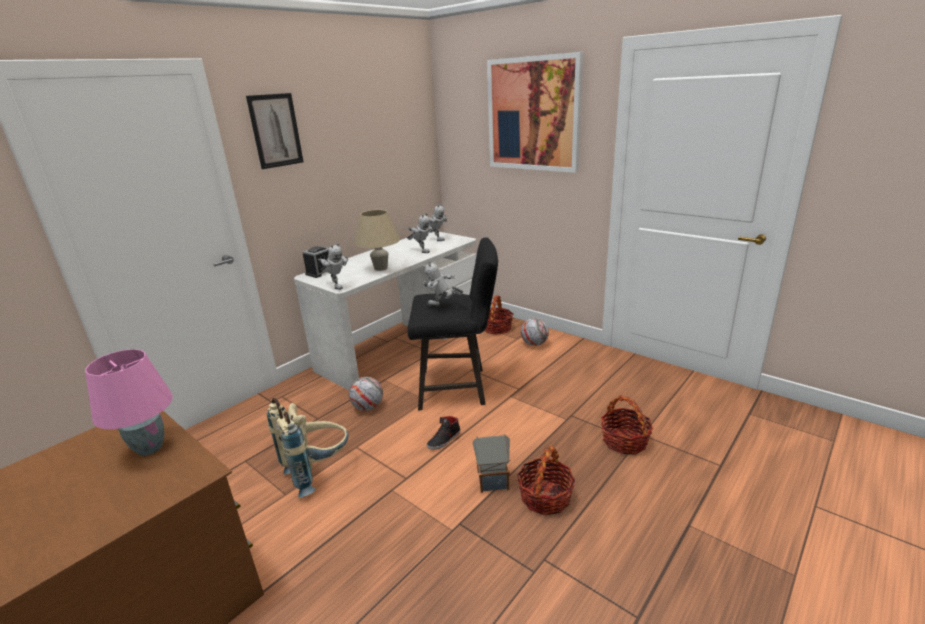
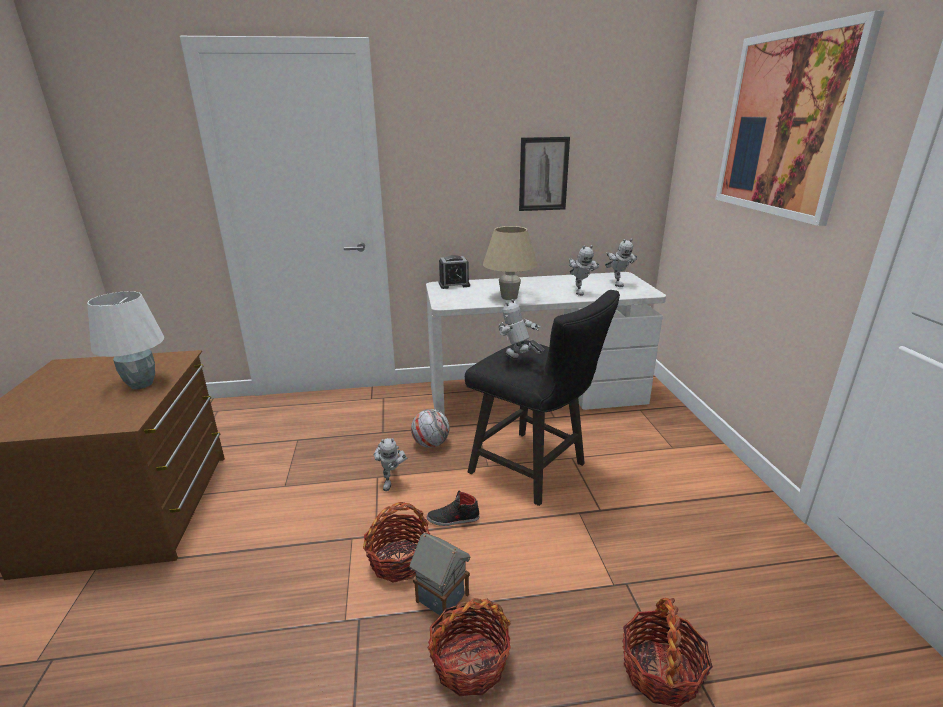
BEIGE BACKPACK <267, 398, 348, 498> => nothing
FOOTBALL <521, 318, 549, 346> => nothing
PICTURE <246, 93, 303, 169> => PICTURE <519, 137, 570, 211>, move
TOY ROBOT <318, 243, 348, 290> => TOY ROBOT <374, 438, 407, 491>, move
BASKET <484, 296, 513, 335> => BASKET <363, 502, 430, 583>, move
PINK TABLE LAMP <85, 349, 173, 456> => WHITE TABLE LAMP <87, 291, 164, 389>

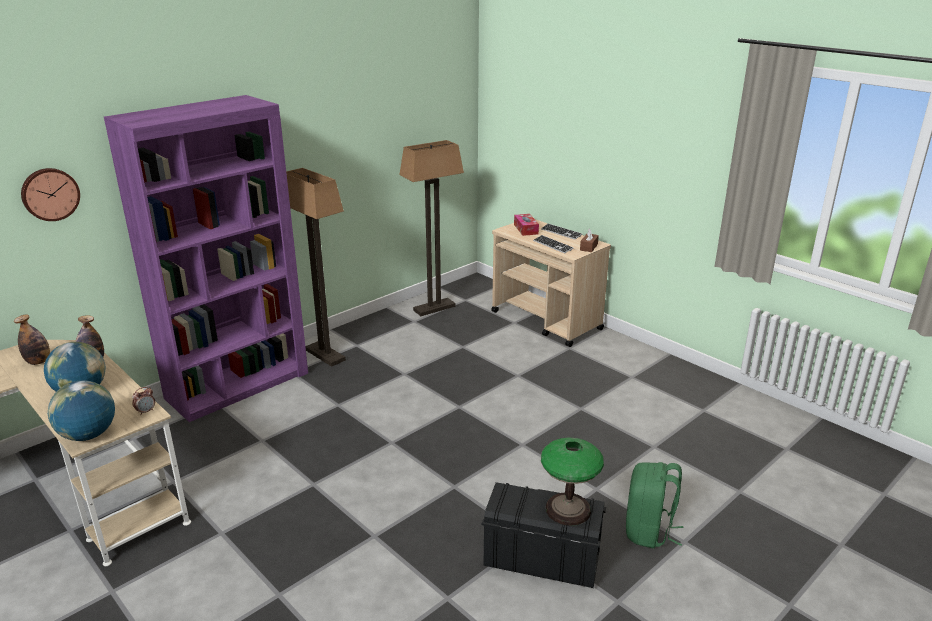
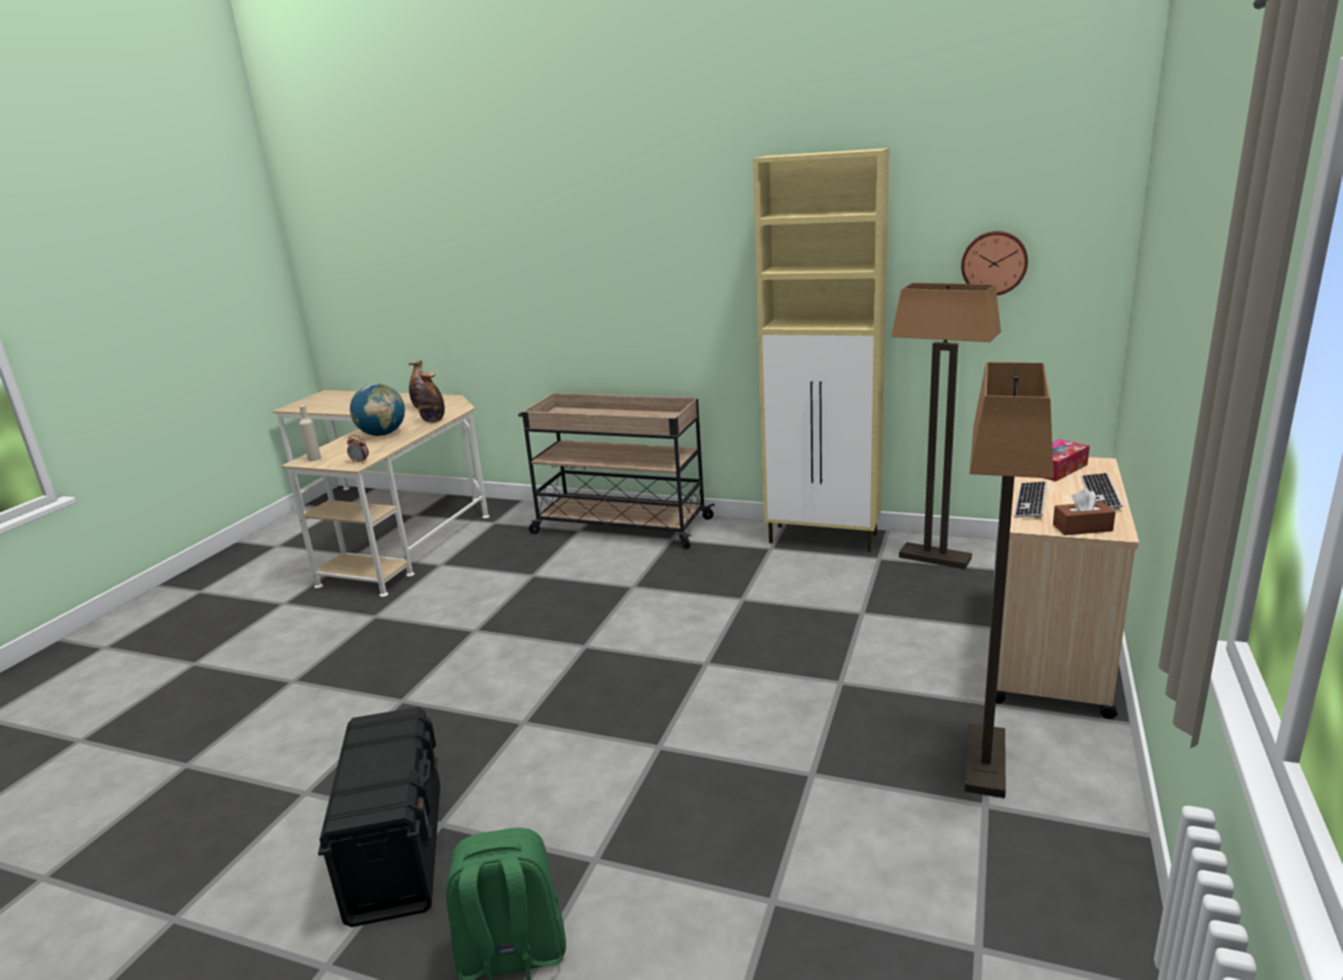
TABLE LAMP <541, 437, 604, 526> => nothing
nothing => BEIGE CABINET <753, 148, 889, 552>
WALL CLOCK <21, 168, 80, 221> => WALL CLOCK <961, 231, 1028, 295>, move
FLOOR LAMP <286, 168, 346, 367> => FLOOR LAMP <965, 362, 1054, 798>, move
GLOBE <48, 380, 115, 441> => BEIGE BOTTLE <299, 405, 321, 461>
PURPLE BOOKCASE <104, 95, 308, 422> => BEIGE CART <518, 393, 715, 549>

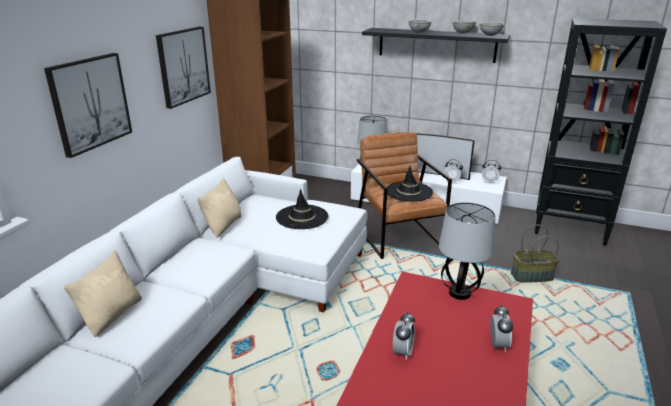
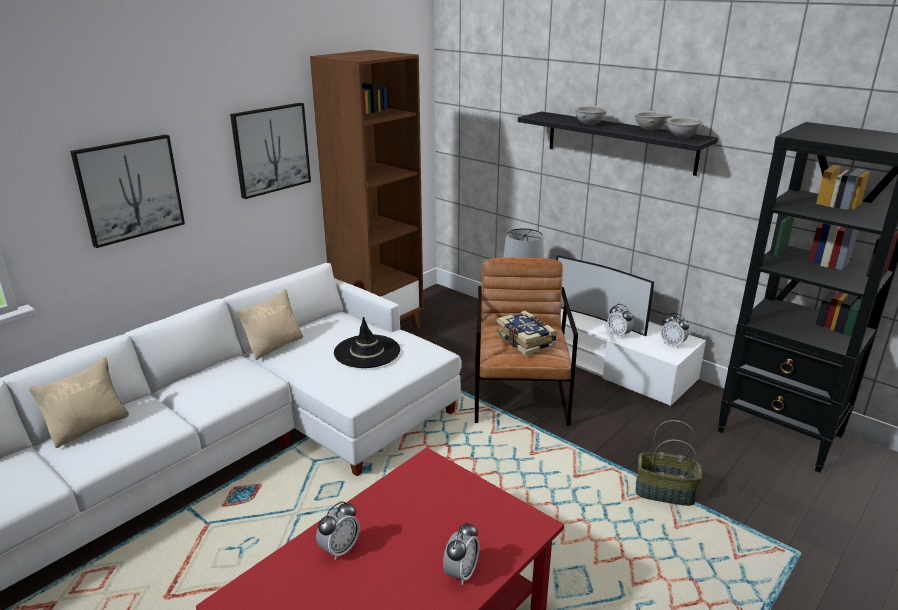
TABLE LAMP <439, 202, 495, 300> => nothing
BLACK HAT <387, 166, 433, 202> => BOOK <496, 311, 557, 356>

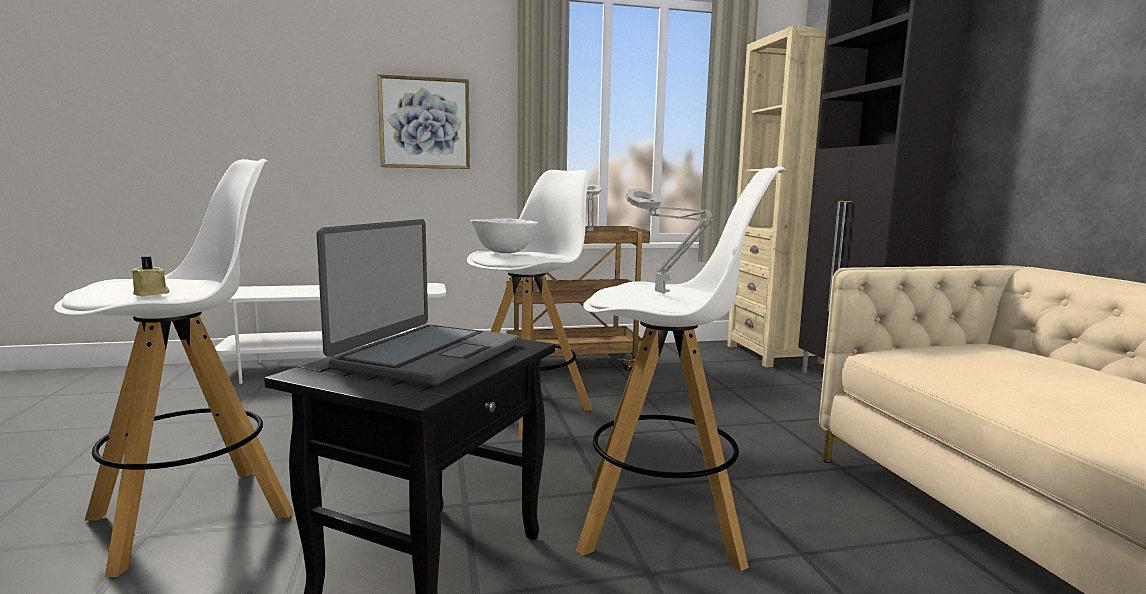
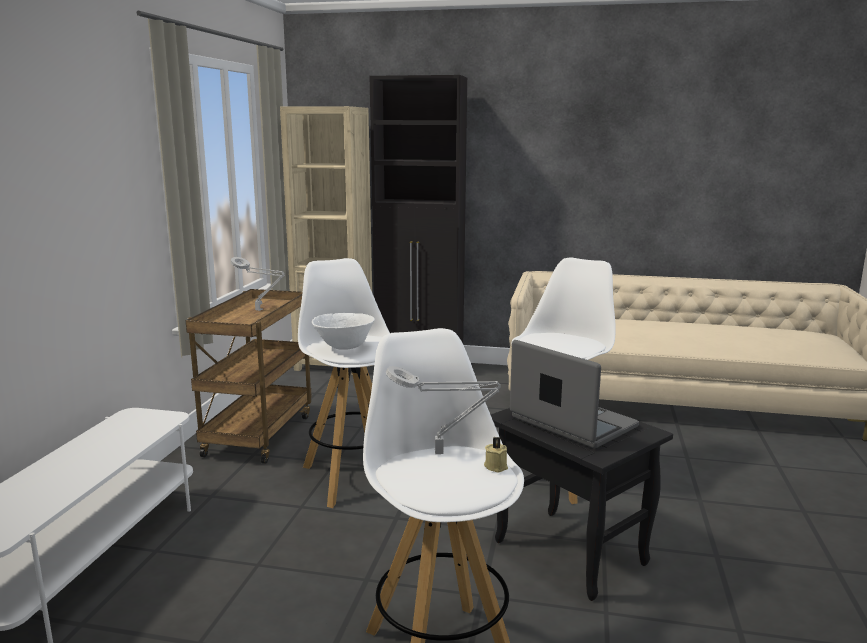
PICTURE <377, 74, 470, 169> => nothing
GREY TABLE LAMP <625, 188, 713, 294> => GREY TABLE LAMP <386, 366, 501, 454>, move

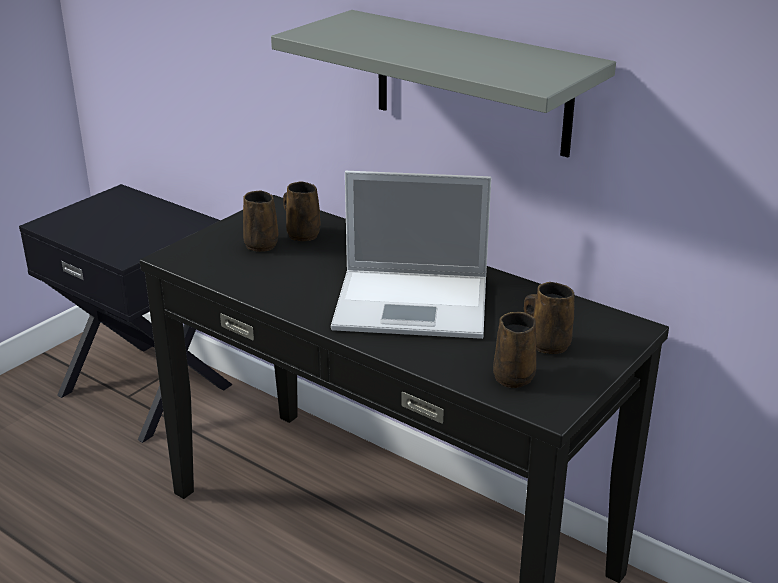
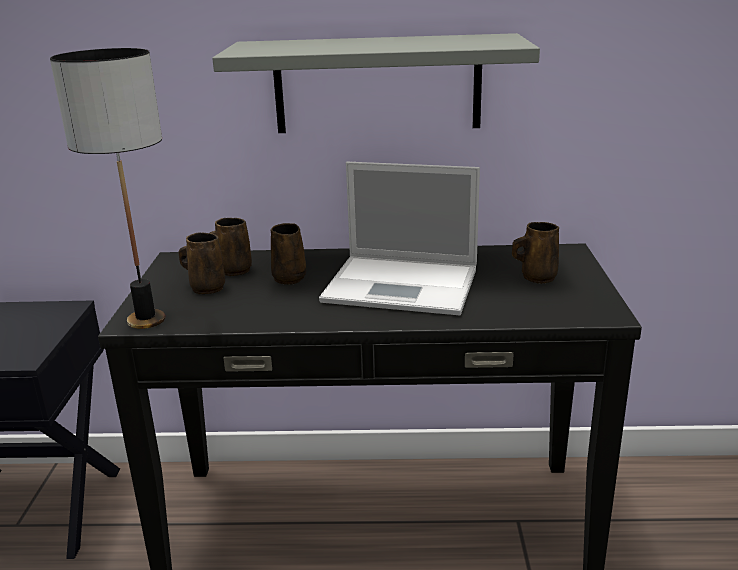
nothing => TABLE LAMP <50, 48, 165, 329>
BROWN MUG <493, 312, 536, 388> => BROWN MUG <271, 223, 306, 285>, move
LAPTOP <331, 171, 491, 339> => LAPTOP <319, 162, 480, 315>, 45 degrees clockwise

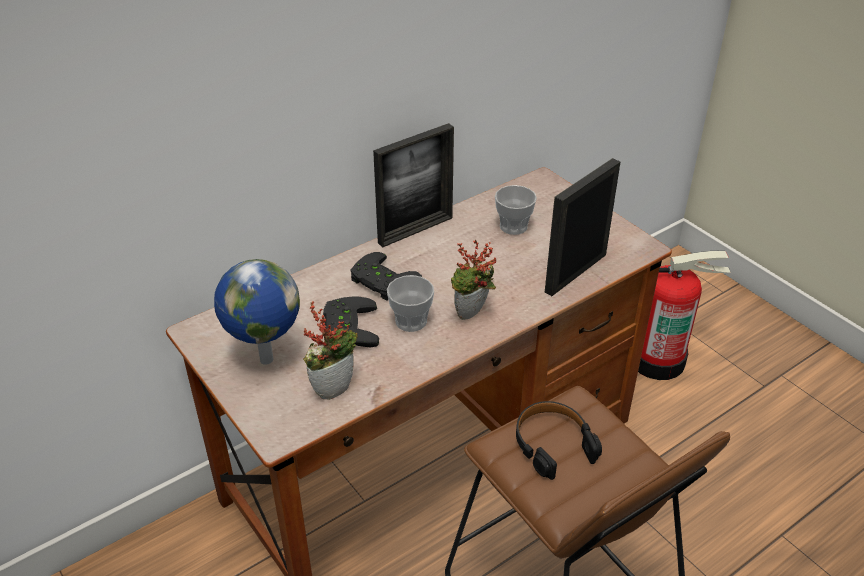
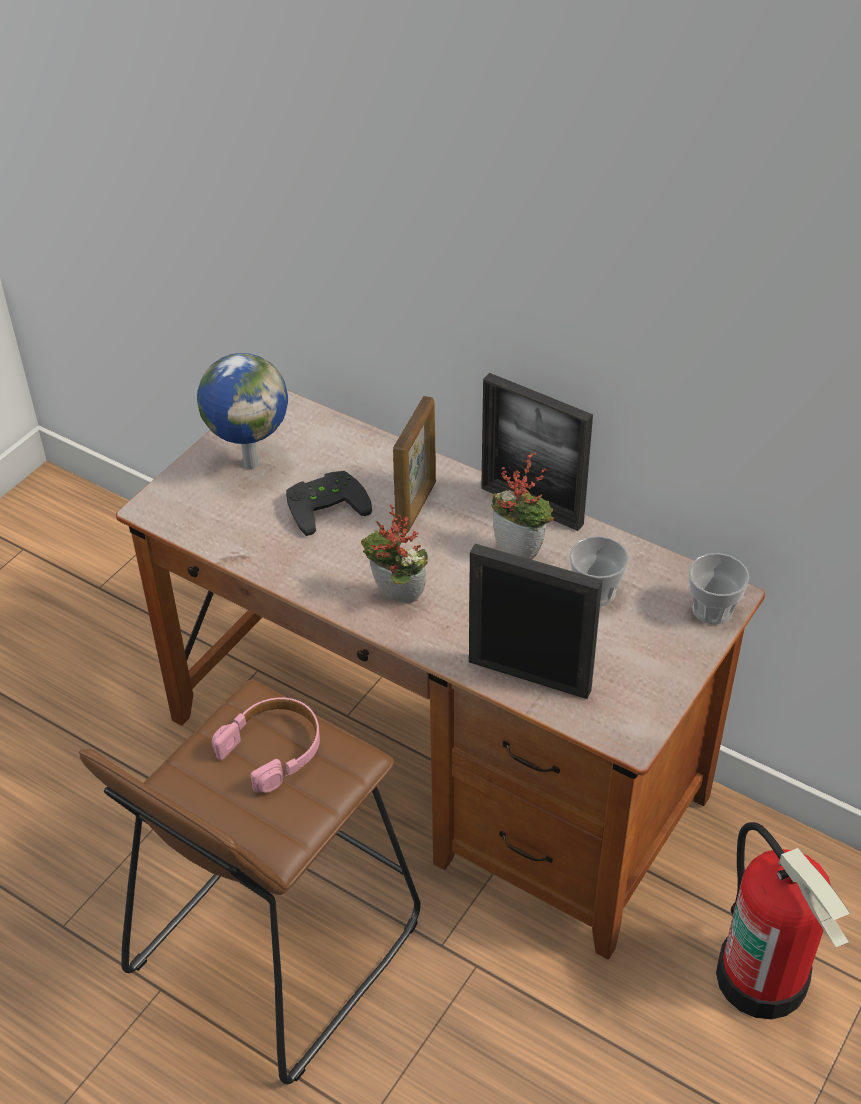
POTTED PLANT <303, 302, 357, 400> => POTTED PLANT <491, 452, 554, 560>, move
CUP <387, 275, 434, 332> => CUP <689, 553, 749, 625>, move
BLACK GAME CONTROLLER <350, 252, 422, 301> => PICTURE FRAME <393, 396, 436, 533>
BLACK HEADPHONES <516, 401, 602, 480> => PINK HEADPHONES <212, 698, 320, 793>

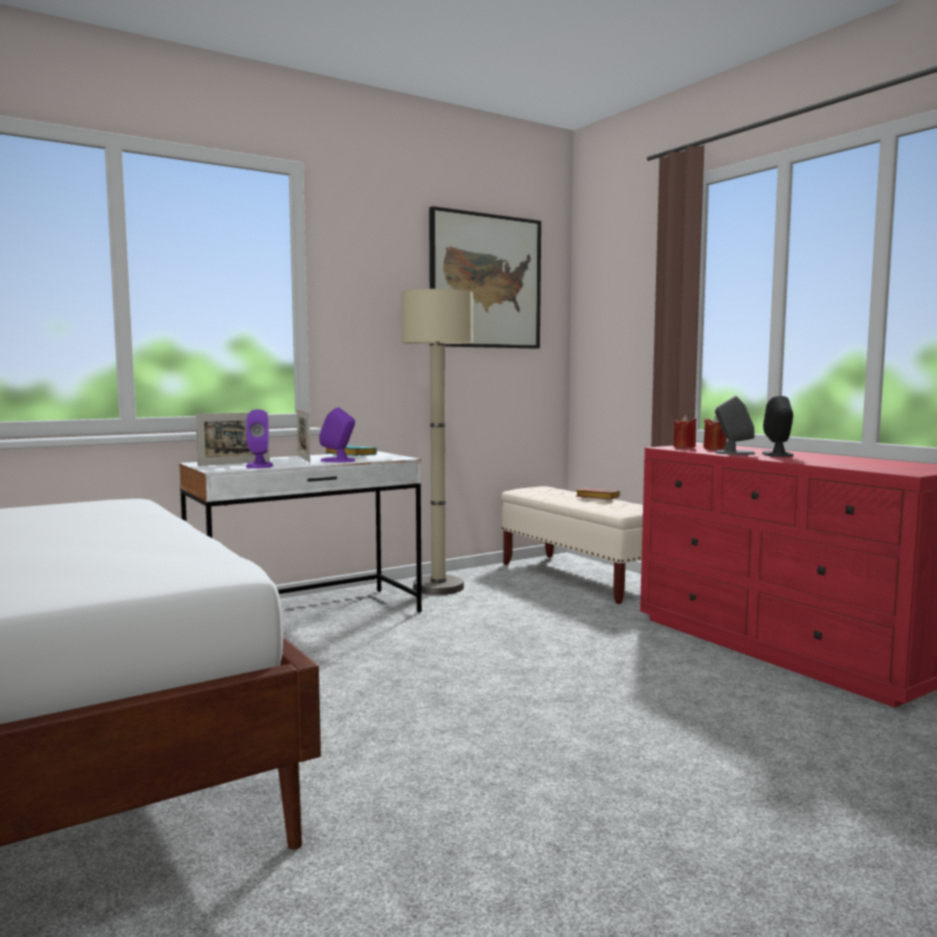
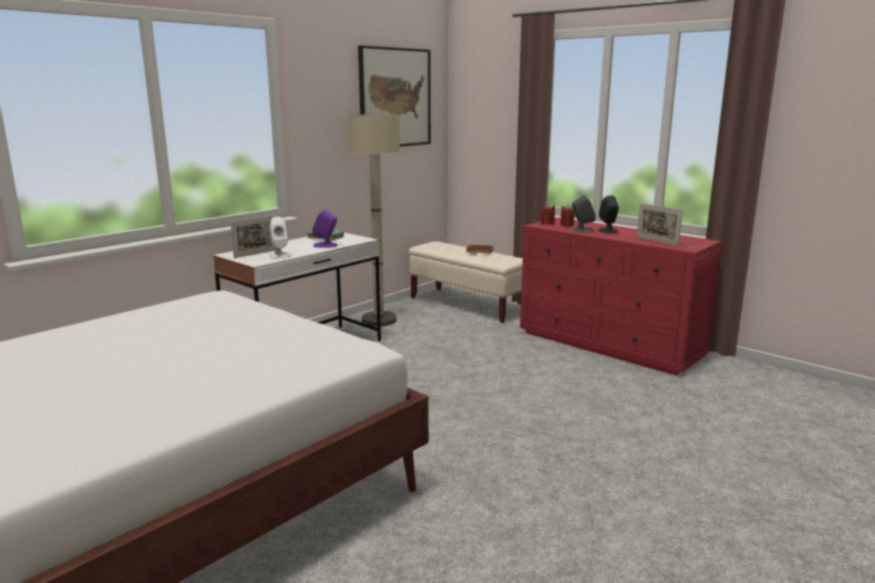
PICTURE FRAME <297, 409, 310, 462> => PICTURE FRAME <637, 203, 683, 246>, move
PURPLE SPEAKER <246, 409, 273, 468> => WHITE SPEAKER <269, 217, 289, 259>

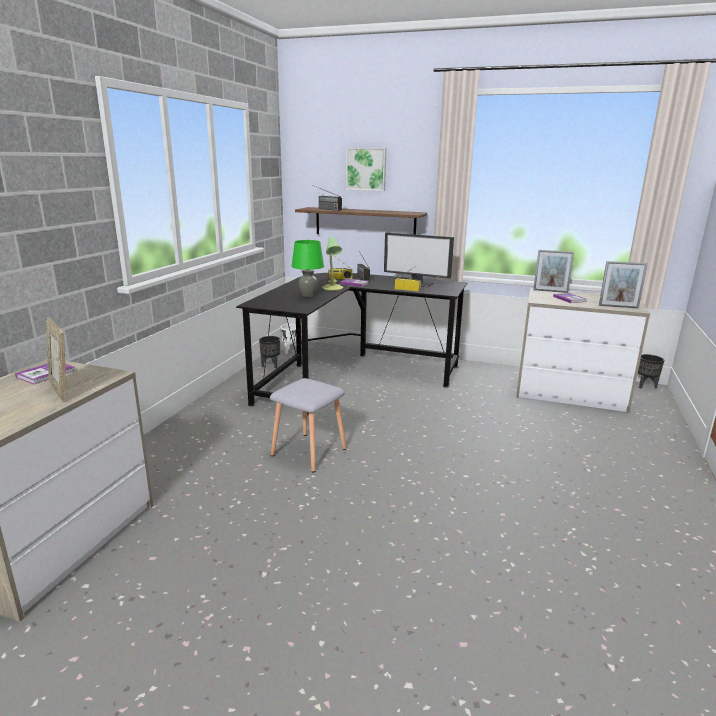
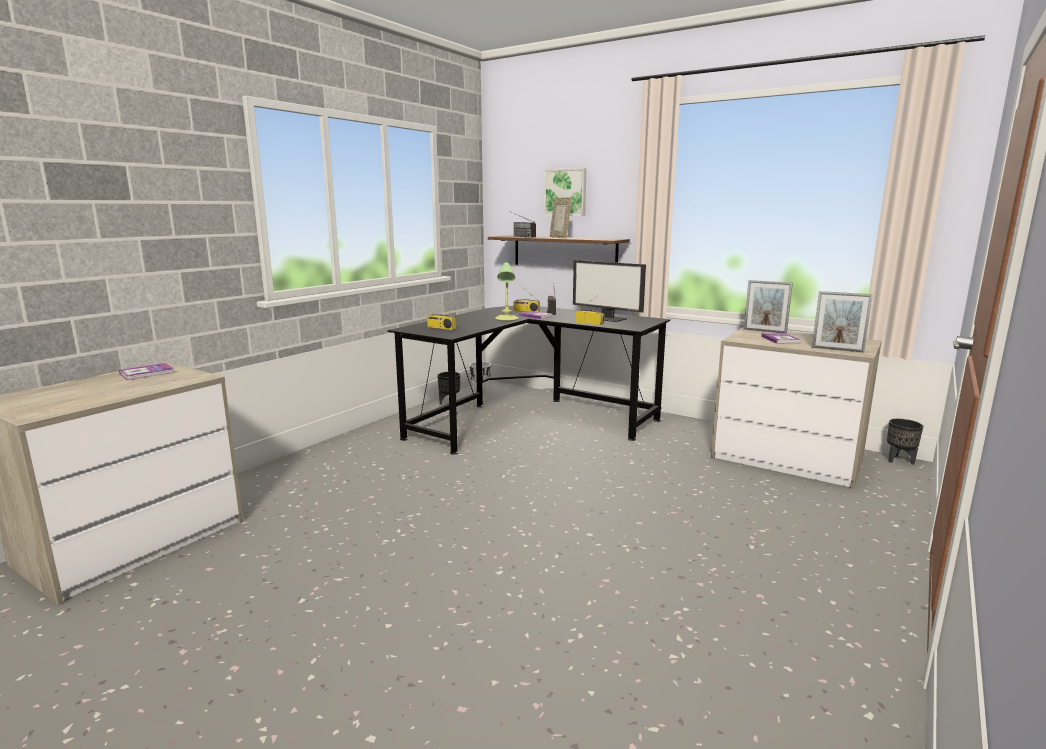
GREY STOOL <270, 378, 346, 472> => nothing
GREEN TABLE LAMP <292, 240, 324, 297> => nothing
nothing => RADIO <427, 297, 456, 330>
PICTURE FRAME <46, 318, 66, 402> => PICTURE FRAME <550, 197, 572, 239>, move

